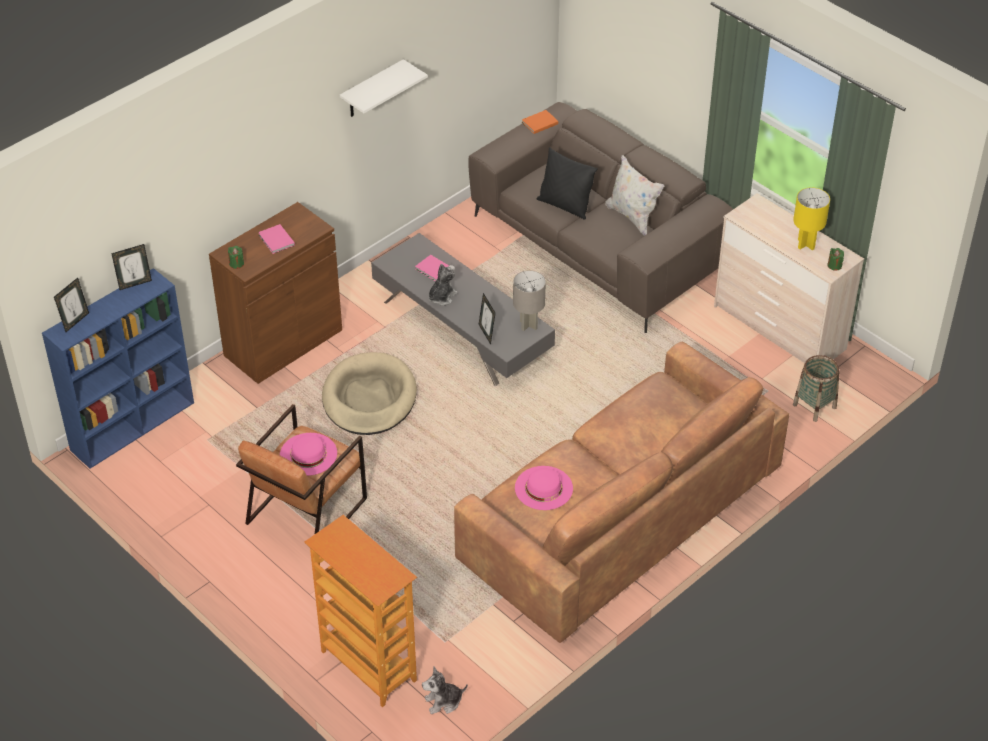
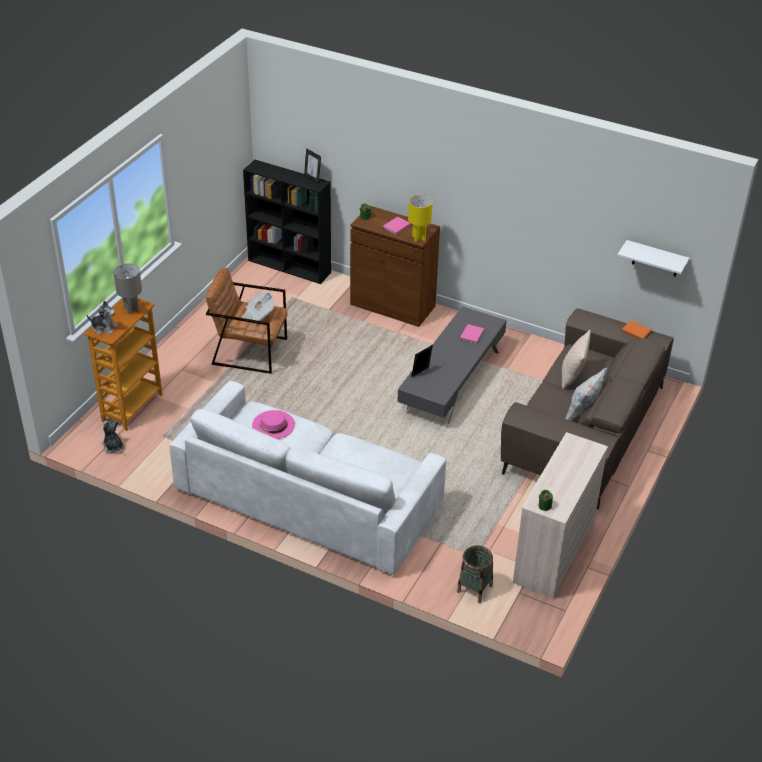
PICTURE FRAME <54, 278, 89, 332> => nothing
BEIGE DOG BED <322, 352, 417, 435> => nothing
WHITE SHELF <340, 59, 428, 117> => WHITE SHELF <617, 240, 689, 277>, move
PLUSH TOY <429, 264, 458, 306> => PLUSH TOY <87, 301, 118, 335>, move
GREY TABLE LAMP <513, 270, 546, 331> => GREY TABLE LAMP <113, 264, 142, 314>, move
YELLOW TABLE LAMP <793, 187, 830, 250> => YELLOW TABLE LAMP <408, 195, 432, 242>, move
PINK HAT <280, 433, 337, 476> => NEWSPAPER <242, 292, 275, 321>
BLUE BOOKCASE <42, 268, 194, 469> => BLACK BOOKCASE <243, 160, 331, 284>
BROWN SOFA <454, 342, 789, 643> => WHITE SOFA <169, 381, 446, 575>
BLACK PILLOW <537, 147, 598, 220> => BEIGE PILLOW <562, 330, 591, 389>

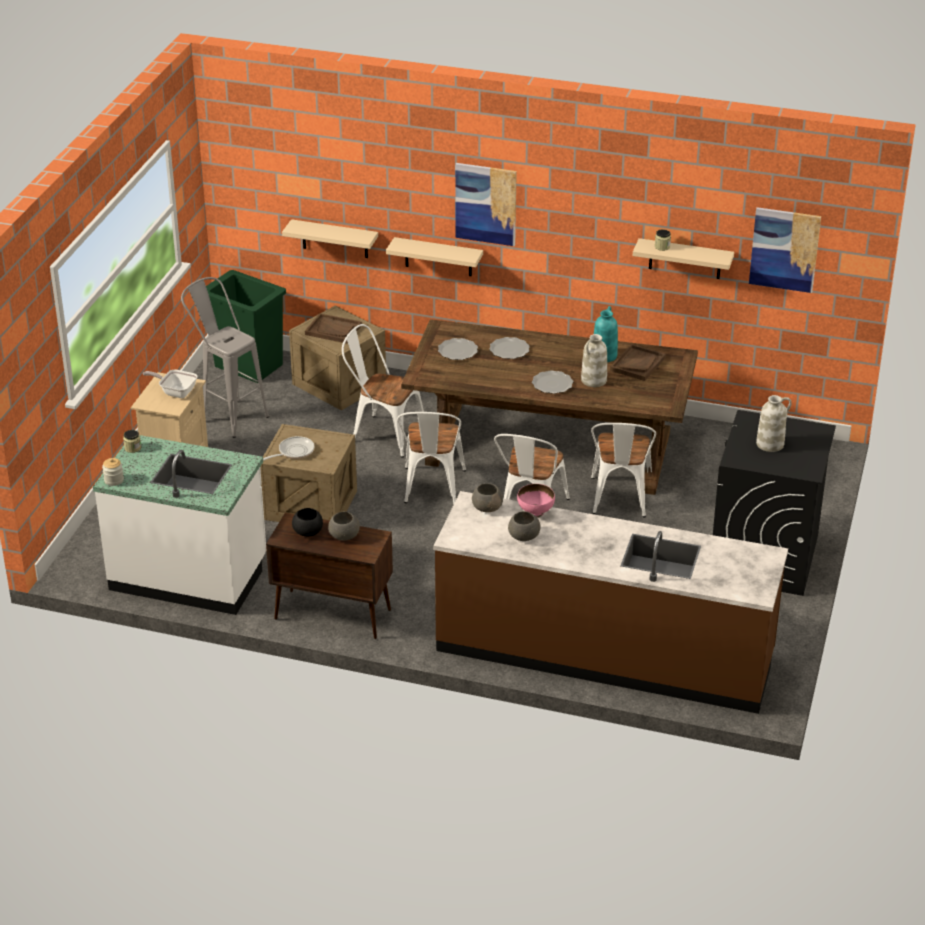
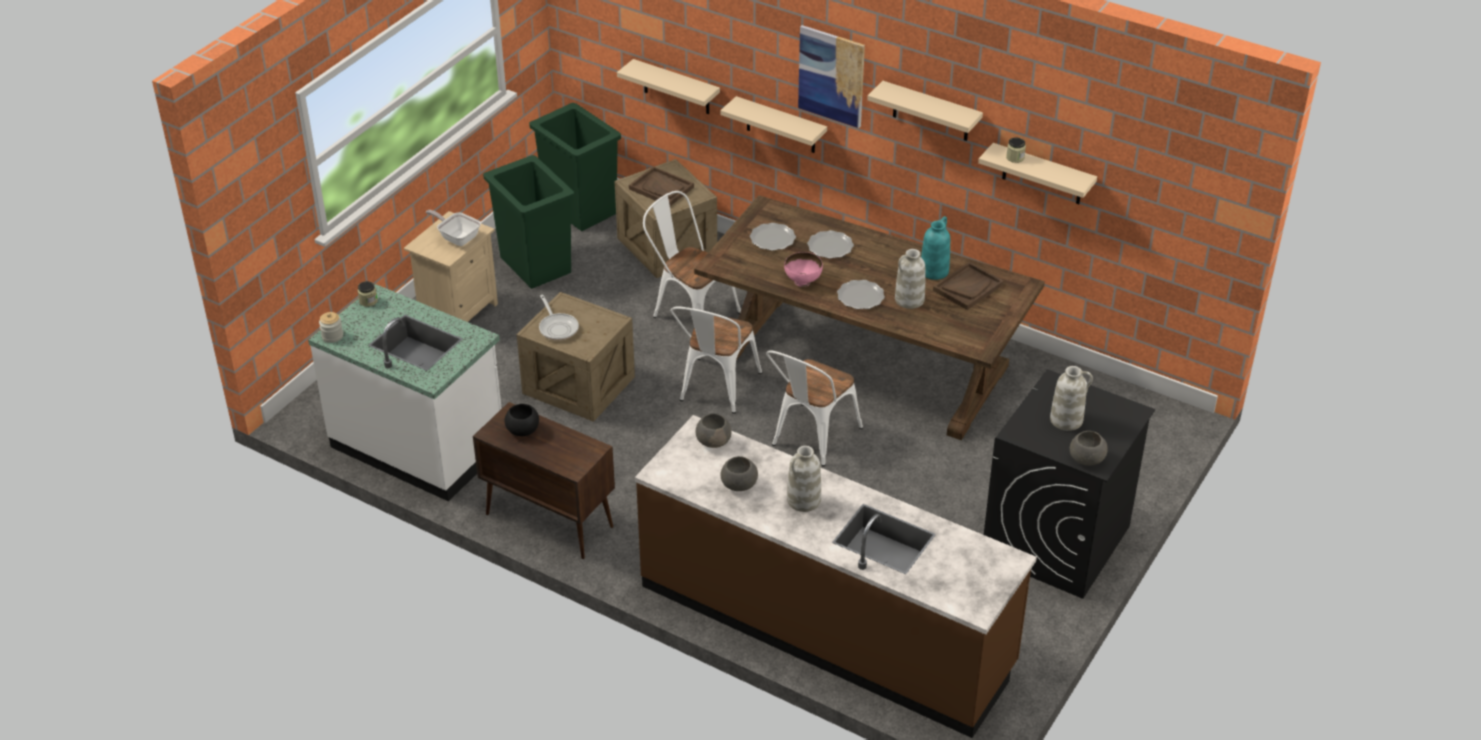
WHITE CHAIR <591, 423, 656, 517> => nothing
PICTURE <749, 207, 821, 293> => nothing
nothing => WHITE VASE <787, 446, 821, 512>
nothing => BEIGE SHELF <867, 81, 983, 141>
GREY BOWL <328, 512, 360, 541> => GREY BOWL <1070, 431, 1108, 465>, move
PINK BOWL <517, 484, 555, 518> => PINK BOWL <784, 252, 823, 287>, move
GREY STOOL <181, 277, 269, 438> => GREEN TRASH CAN <483, 155, 574, 289>
FRYING PAN <263, 436, 314, 460> => FRYING PAN <539, 295, 579, 341>, 90 degrees clockwise

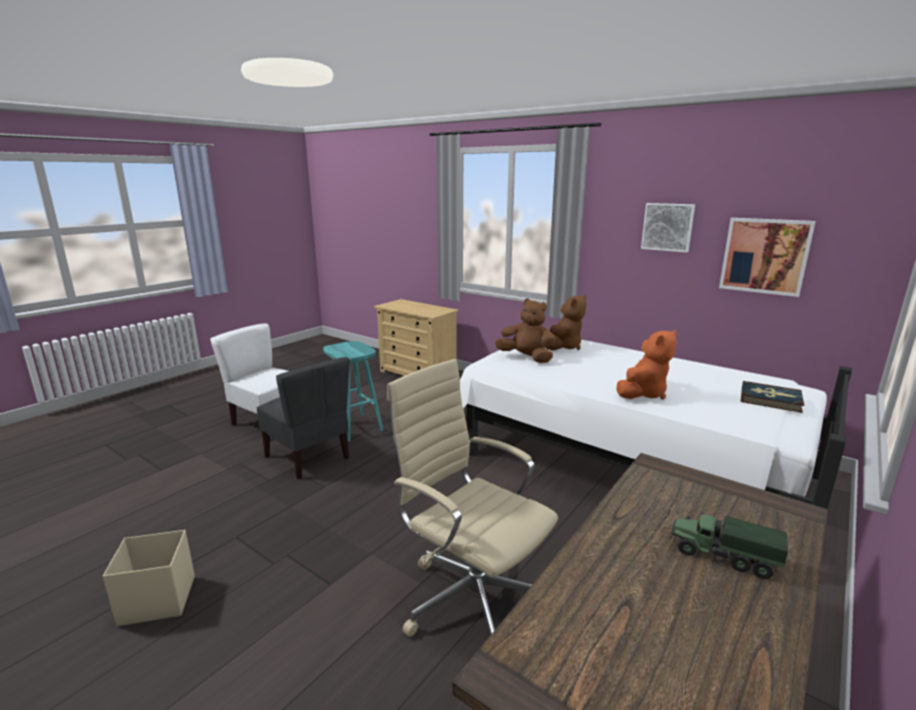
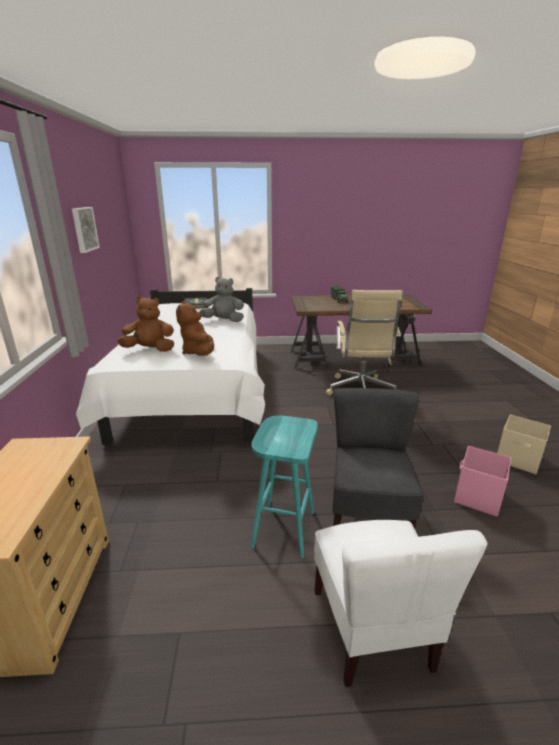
PICTURE <719, 218, 816, 297> => nothing
nothing => PINK STORAGE BOX <454, 446, 511, 517>
ORANGE PLUSH TOY <617, 330, 677, 399> => GREY PLUSH TOY <199, 277, 244, 322>

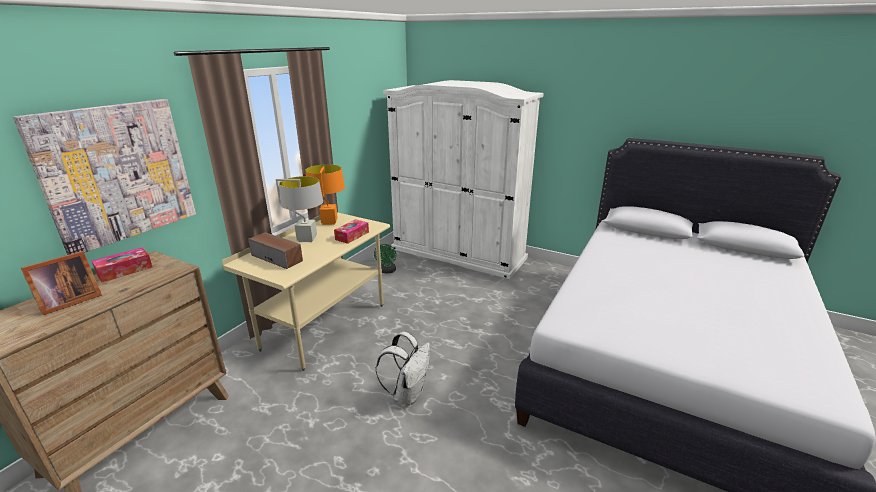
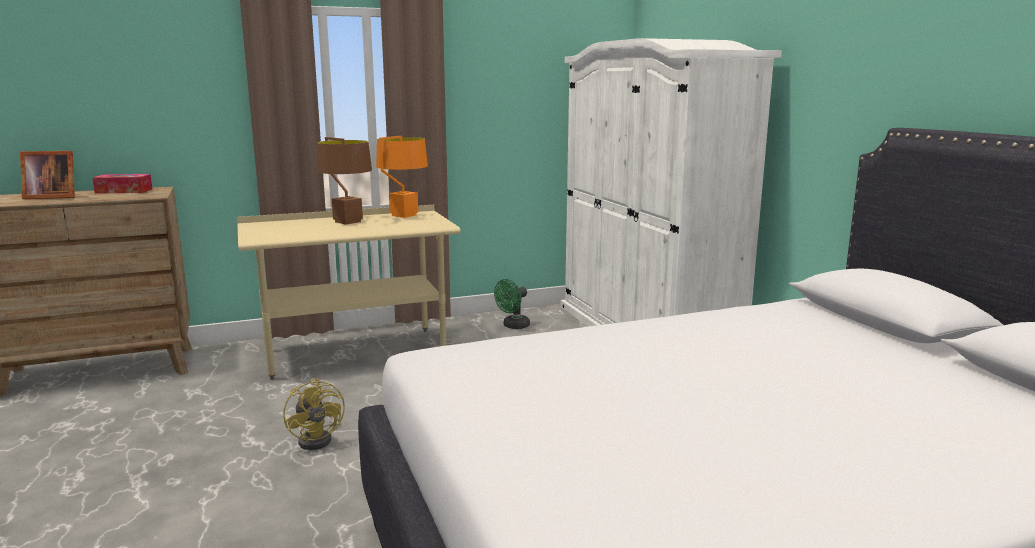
PICTURE <13, 99, 196, 255> => nothing
SPEAKER <248, 232, 303, 269> => nothing
TISSUE BOX <334, 219, 369, 244> => nothing
WHITE BACKPACK <375, 332, 430, 406> => YELLOW FAN <283, 378, 345, 450>
GREY TABLE LAMP <276, 176, 323, 242> => BROWN TABLE LAMP <317, 137, 372, 225>

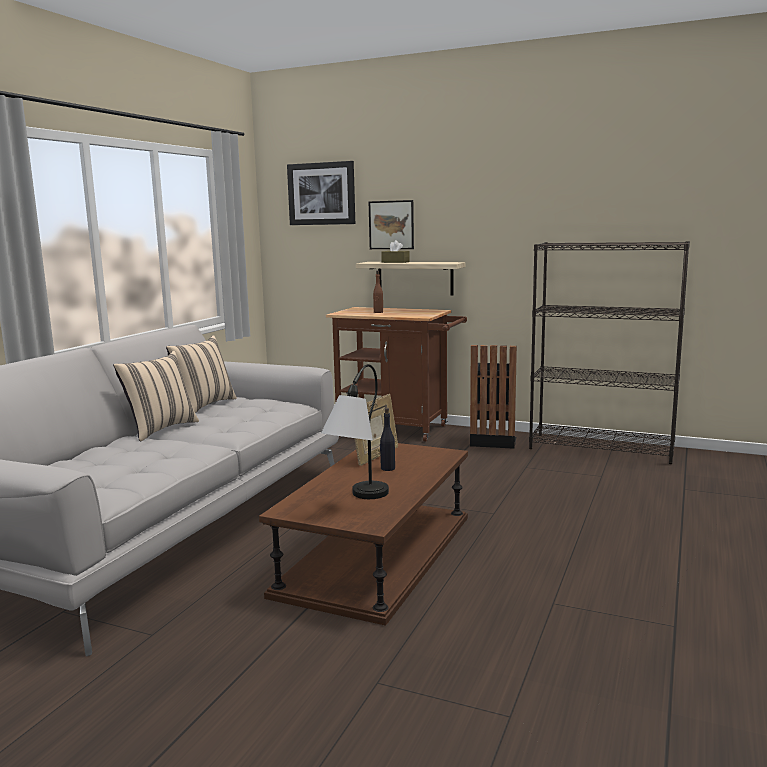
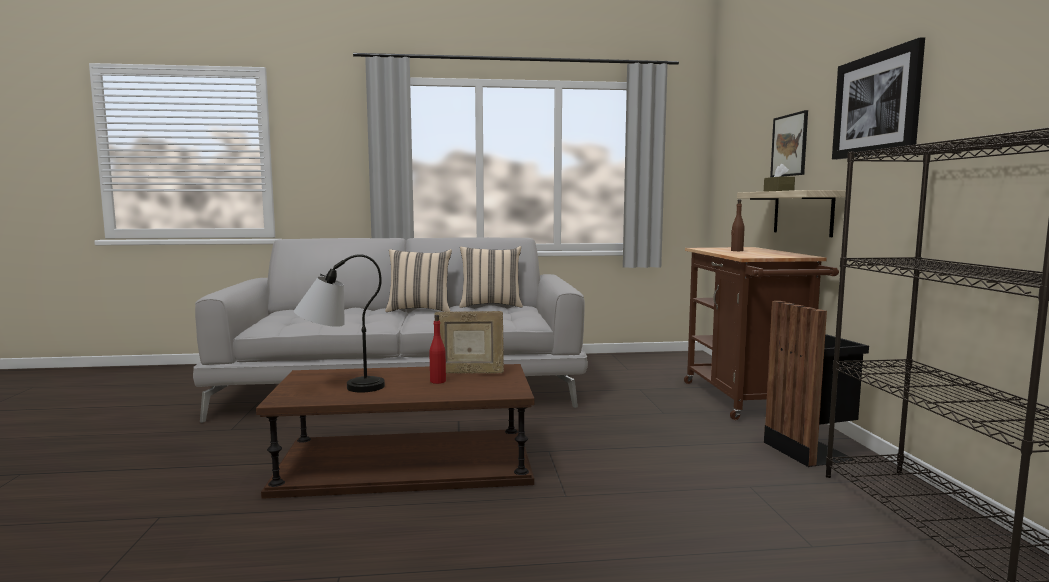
PICTURE <287, 161, 355, 225> => PICTURE <832, 37, 925, 160>, move
BLACK BOTTLE <380, 408, 395, 471> => RED BOTTLE <429, 315, 446, 384>

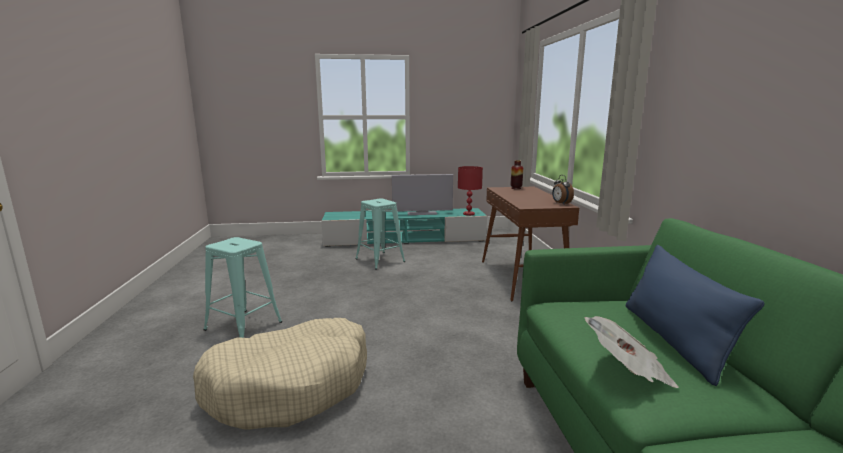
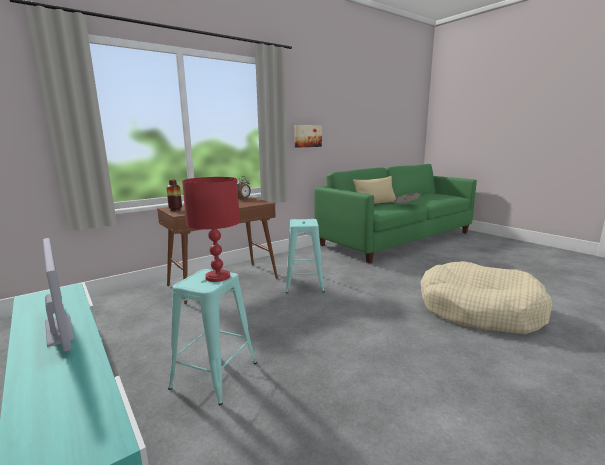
nothing => PICTURE <294, 125, 322, 148>
TURQUOISE STOOL <203, 237, 282, 338> => TURQUOISE STOOL <285, 219, 325, 293>, move
RED TABLE LAMP <458, 166, 483, 216> => RED TABLE LAMP <182, 177, 240, 282>, move
BLUE PILLOW <625, 245, 765, 386> => BEIGE PILLOW <353, 176, 396, 204>

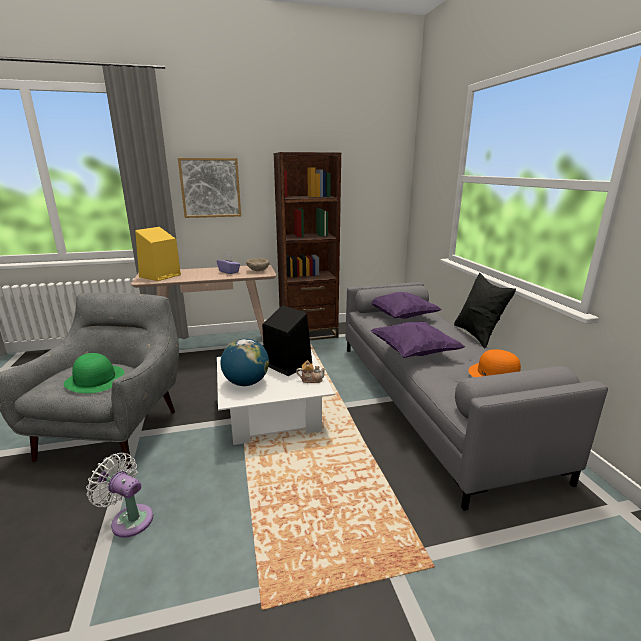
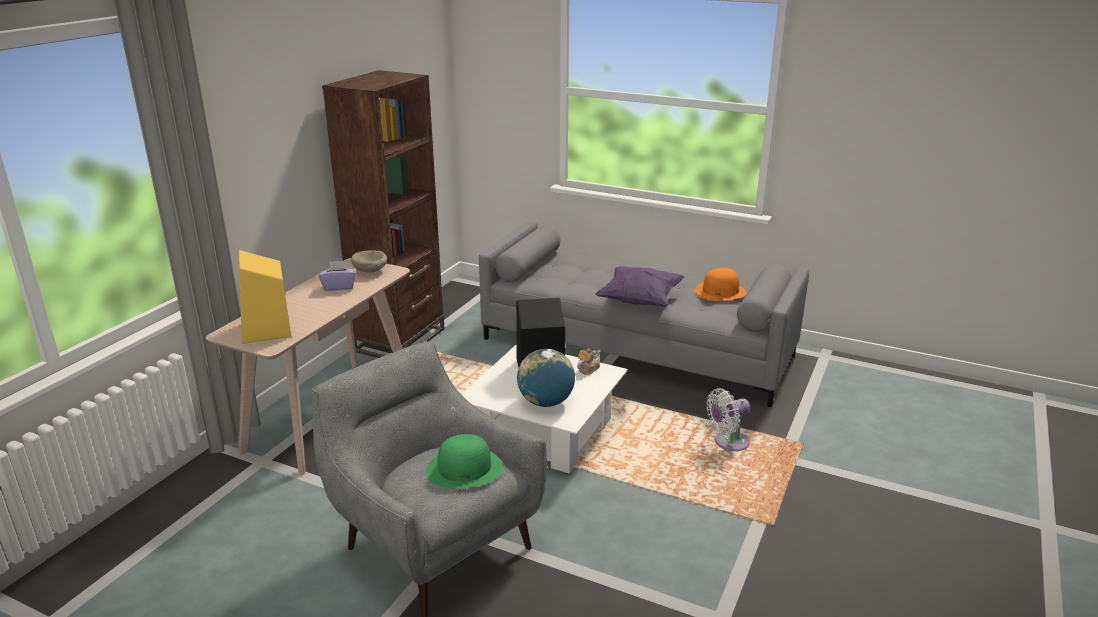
PICTURE <178, 158, 241, 218> => nothing
PURPLE PILLOW <372, 292, 442, 319> => nothing
BLACK PILLOW <454, 273, 516, 348> => nothing
WHITE FAN <86, 453, 153, 538> => WHITE FAN <707, 388, 750, 451>, move

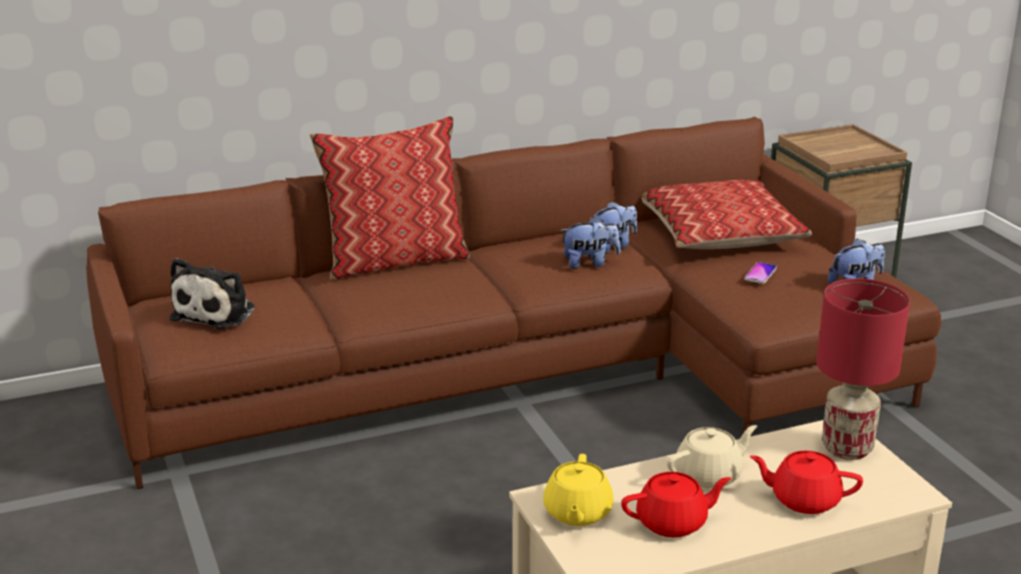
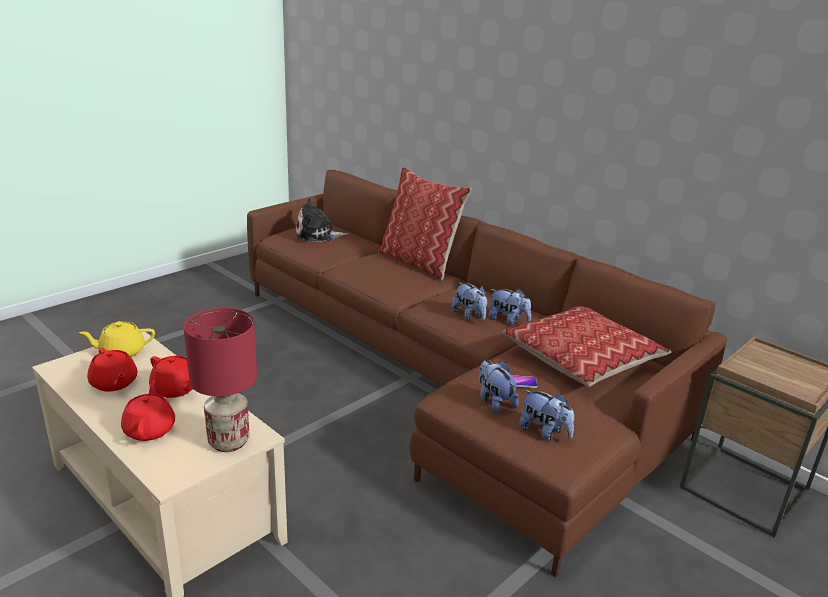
nothing => PLUSH TOY <479, 360, 518, 413>
BEIGE TEAPOT <667, 425, 758, 489> => RED TEAPOT <149, 356, 193, 398>

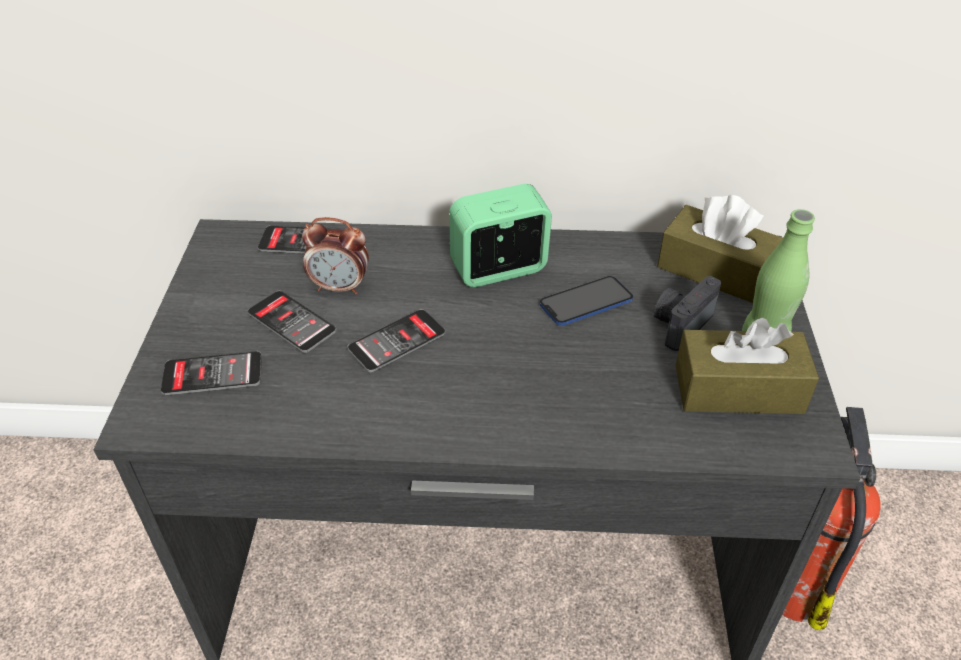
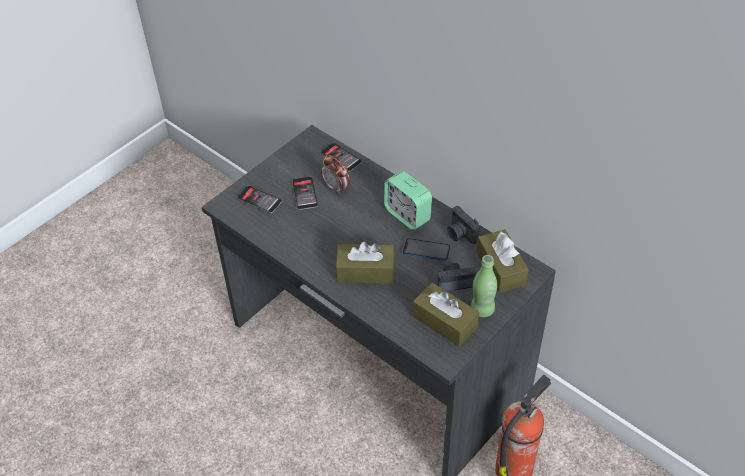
PHONE <347, 309, 445, 372> => nothing
nothing => BROWN TISSUE BOX <336, 241, 395, 283>
nothing => PHOTO CAMERA <447, 206, 479, 244>
ALARM CLOCK <449, 184, 552, 287> => ALARM CLOCK <384, 171, 432, 230>, 150 degrees counterclockwise

